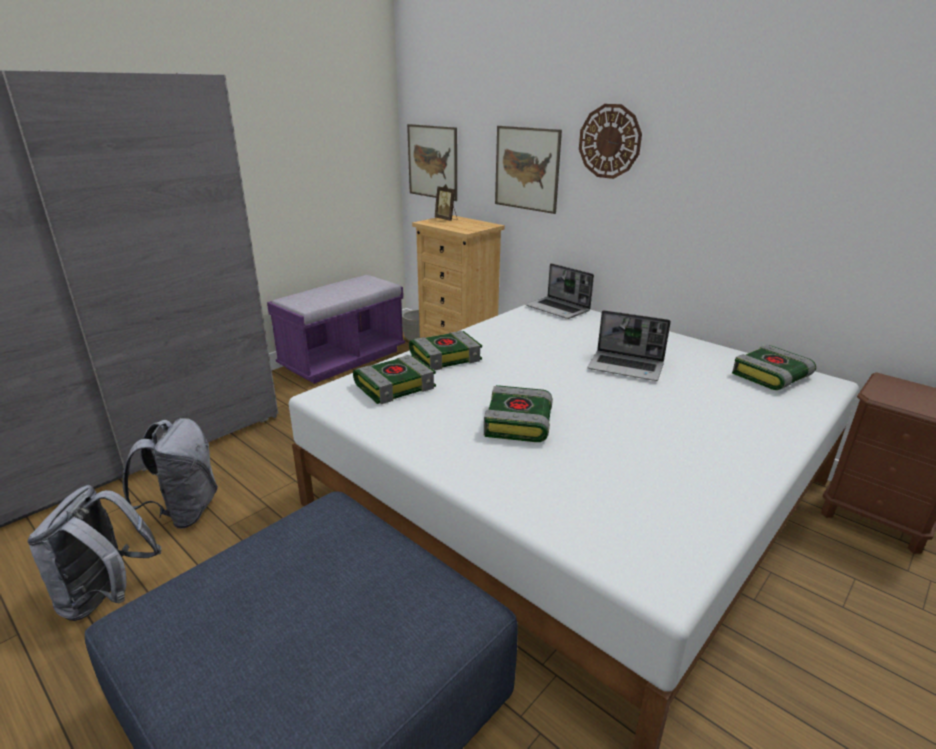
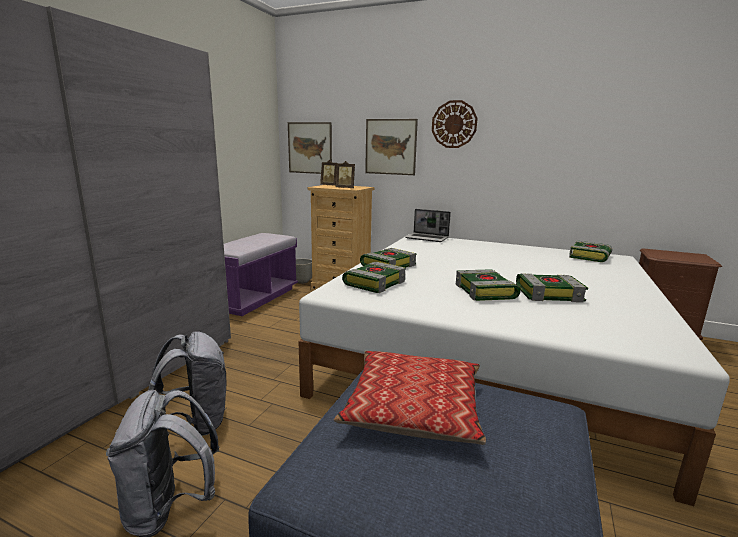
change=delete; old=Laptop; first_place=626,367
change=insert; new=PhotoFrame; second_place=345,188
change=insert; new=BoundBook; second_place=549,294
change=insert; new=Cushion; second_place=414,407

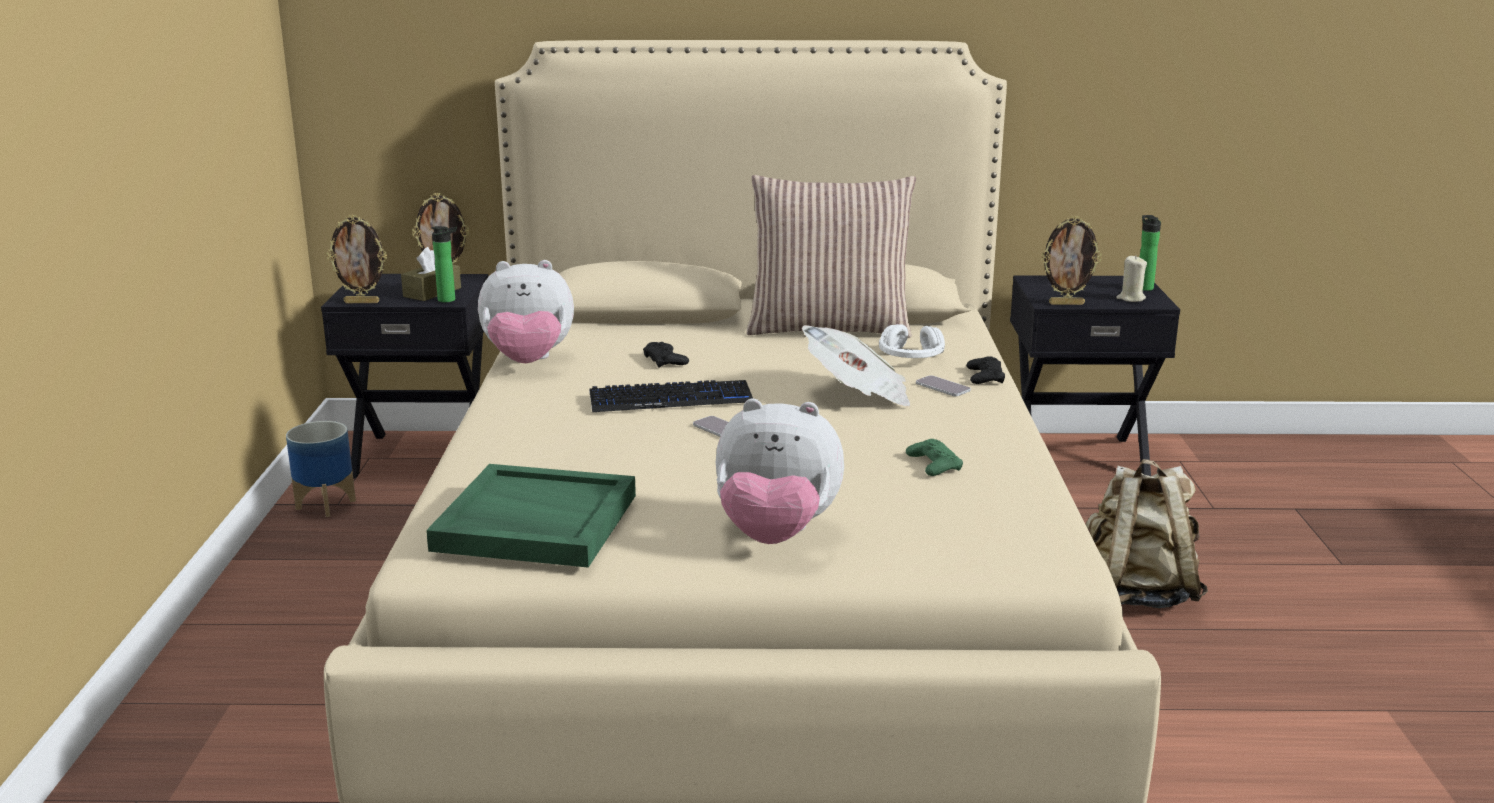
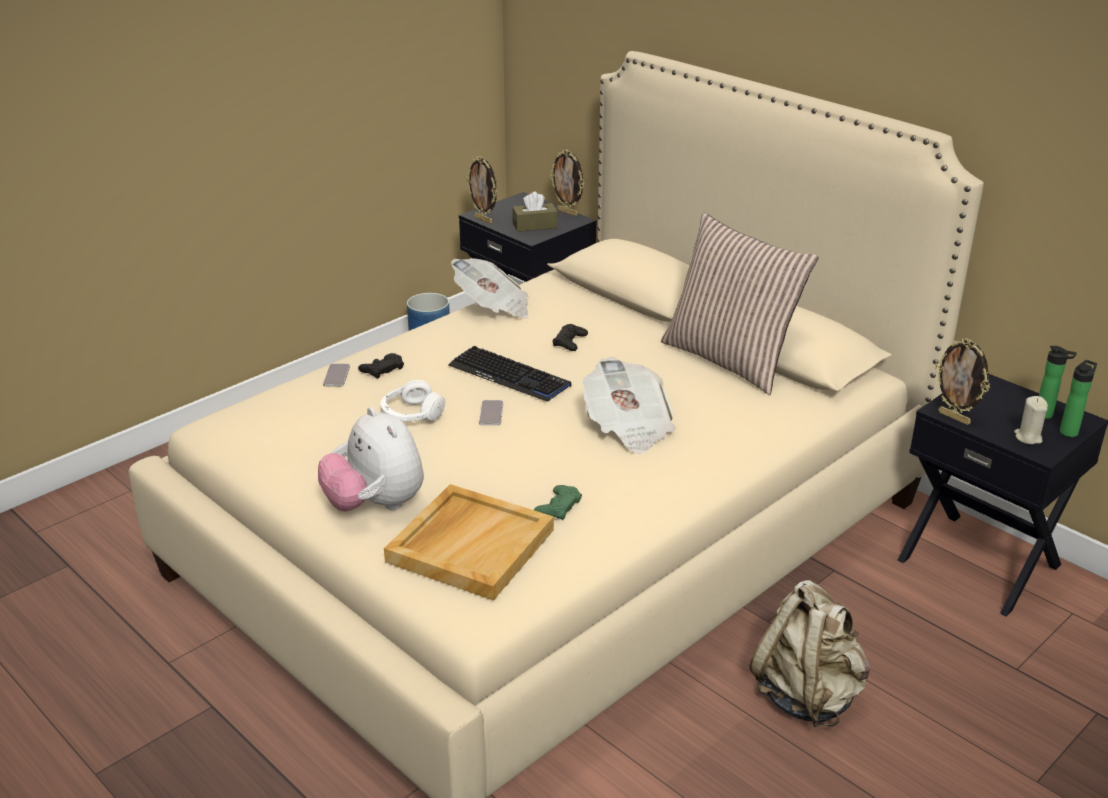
change=move; old=Bottle; first_place=449,300; second_place=1046,415
change=replace; old=CuddlyToy; new=Newspaper; first_place=528,362; second_place=493,308
change=move; old=WhiteHeadset; first_place=910,358; second_place=411,414
change=move; old=BlackishGameController; first_place=985,376; second_place=382,369
change=move; old=Telephone; first_place=942,387; second_place=336,376
change=delete; old=GreenishCarryingTray; first_place=534,523
change=insert; new=BeigeCarryingTray; second_place=470,545

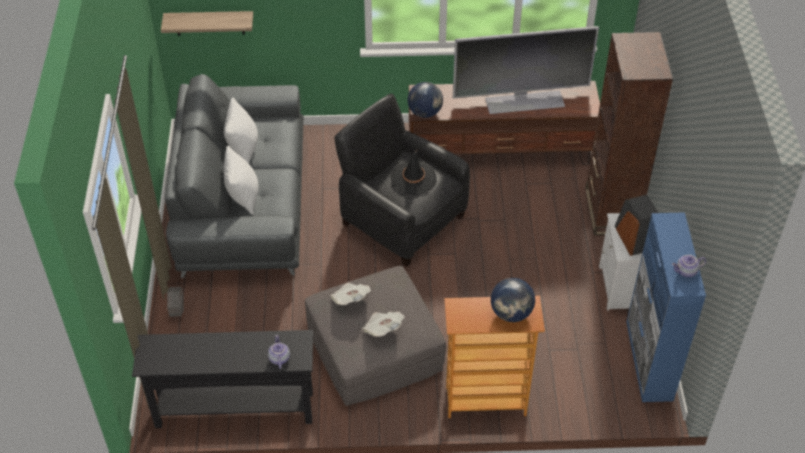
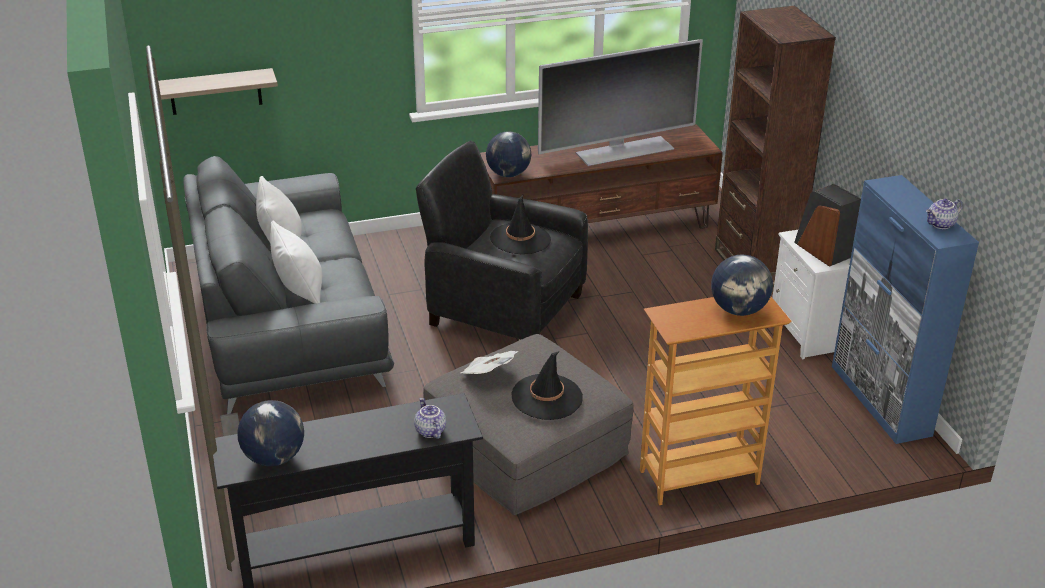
change=replace; old=Newspaper; new=BlackishClothingHat; first_place=383,329; second_place=547,397
change=insert; new=Globe; second_place=274,457

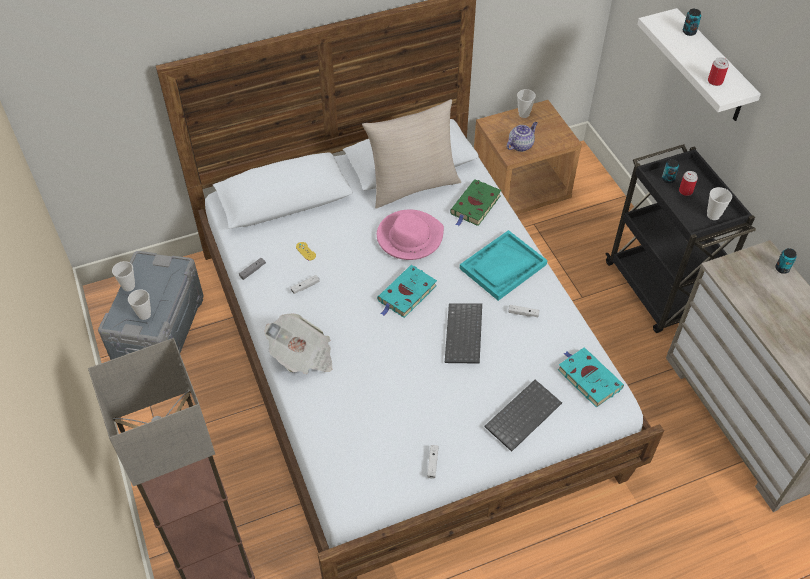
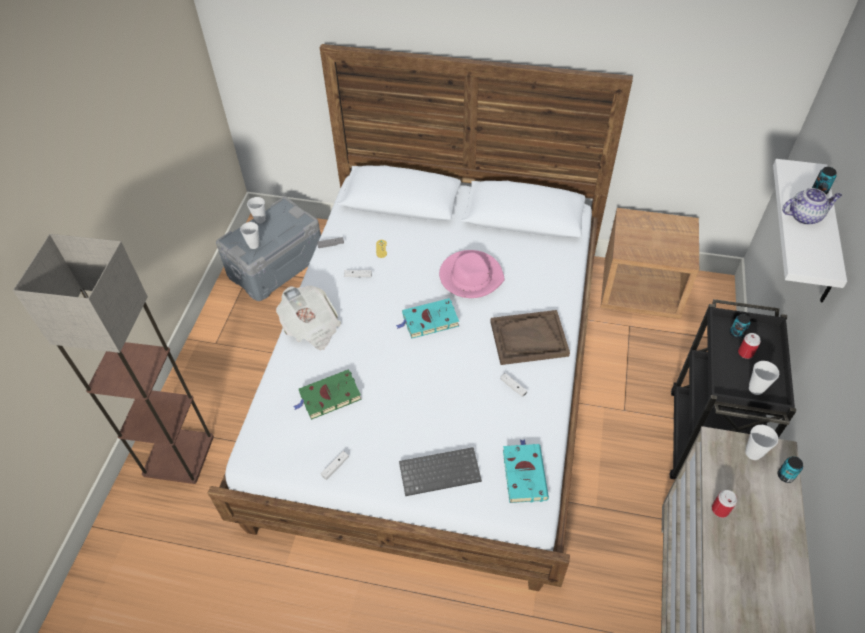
change=move; old=Can; first_place=715,81; second_place=720,509
change=move; old=SmallCup; first_place=524,114; second_place=753,453
change=delete; old=BeigeCushion; first_place=413,186
change=move; old=PotForTea; first_place=520,145; second_place=805,216
change=move; old=GreenishBoundBook; first_place=475,206; second_place=328,397
change=recolor; old=BlueGreenCarryingTray; new=BrownishCarryingTray; first_place=503,267; second_place=528,339
change=delete; old=ComputerKeyboard; first_place=465,335

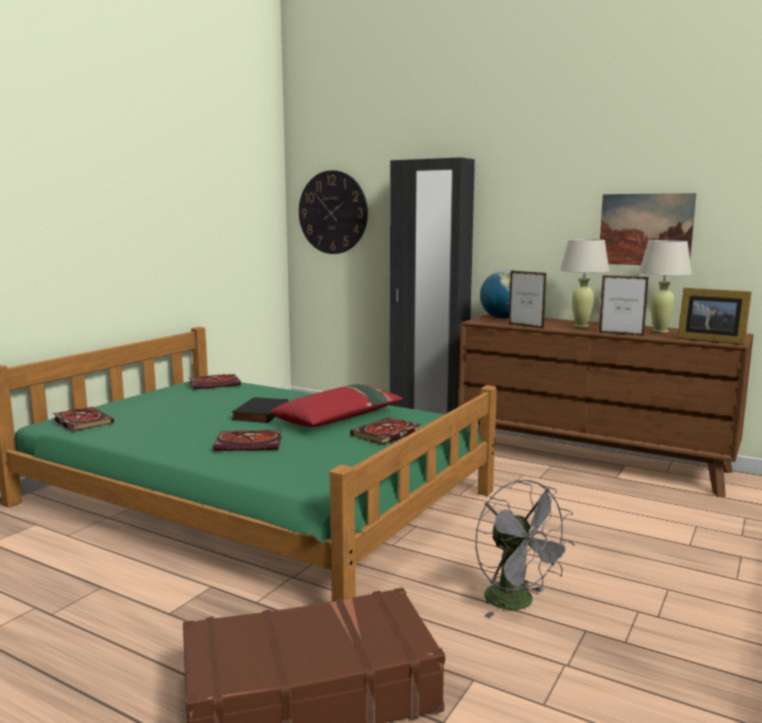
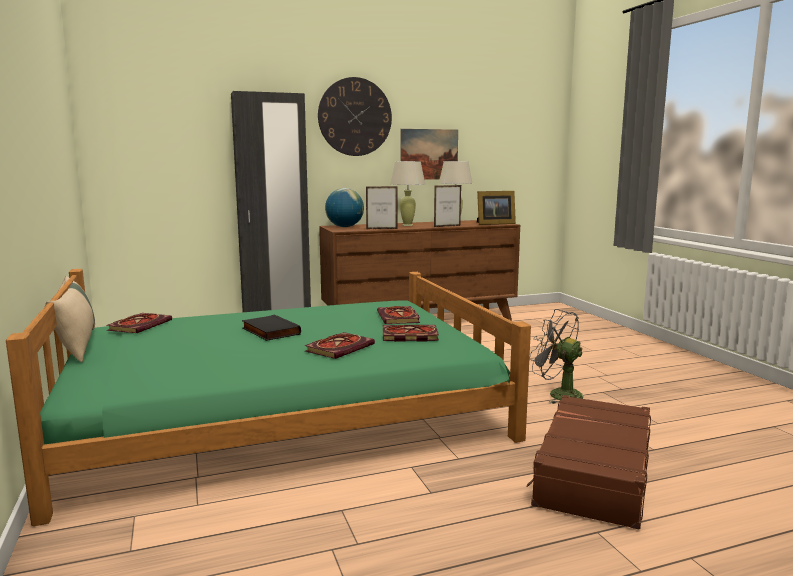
change=move; old=WallClock; first_place=333,212; second_place=355,117
change=delete; old=RedColouredCushion; first_place=339,418
change=move; old=BoundBook; first_place=81,421; second_place=408,336
change=rotate; old=GrayFan; first_place=517,603; second_place=558,394; degrees=-150
change=insert; new=BeigeCushion; second_place=76,345

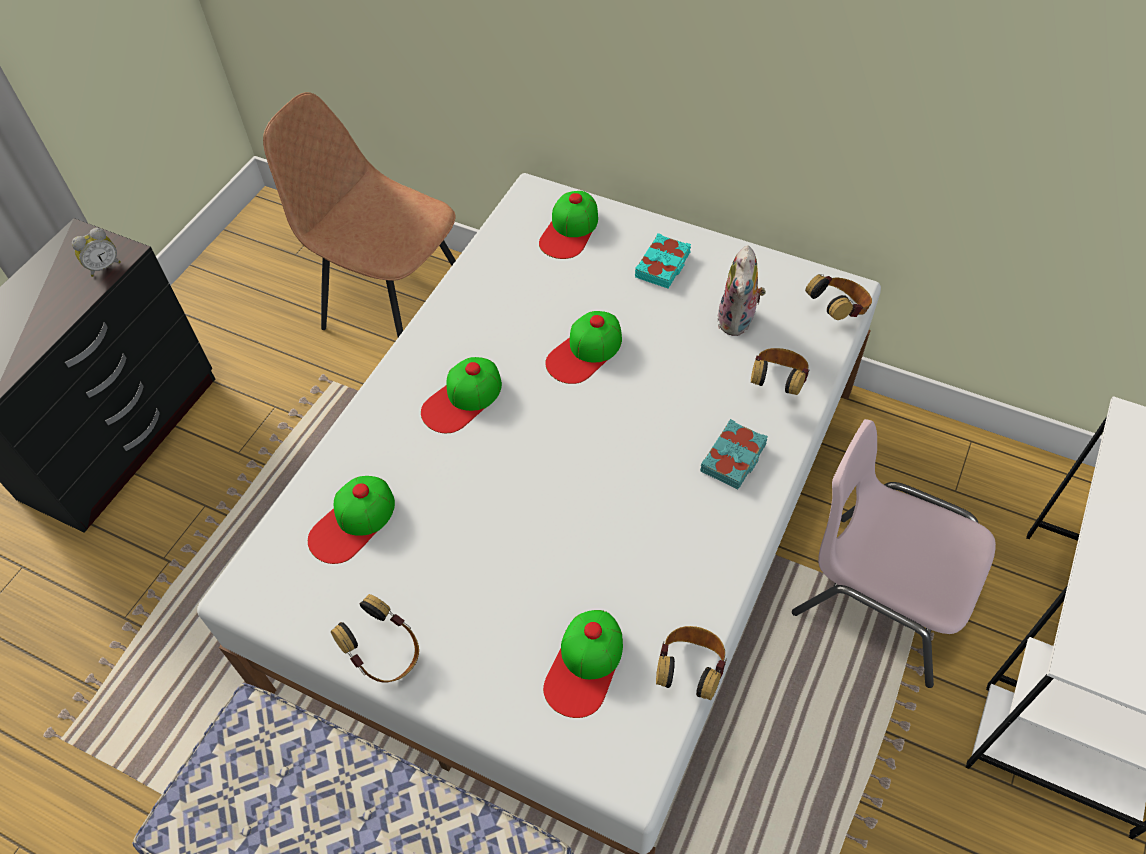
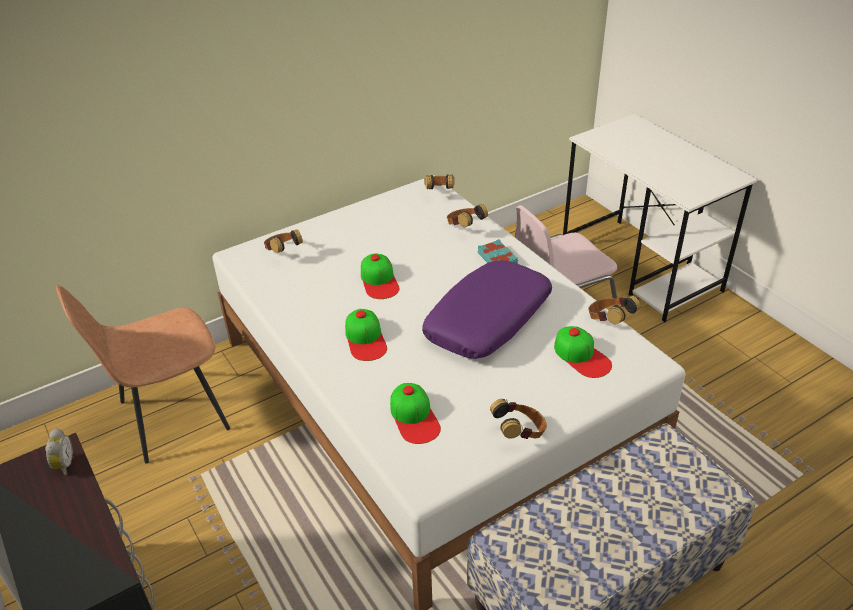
change=replace; old=PeakedCap; new=Headset; first_place=570,230; second_place=283,252
change=delete; old=BlueGreenBoundBook; first_place=663,265
change=delete; old=CuddlyToy; first_place=738,321
change=insert; new=PurplishCushion; second_place=488,321

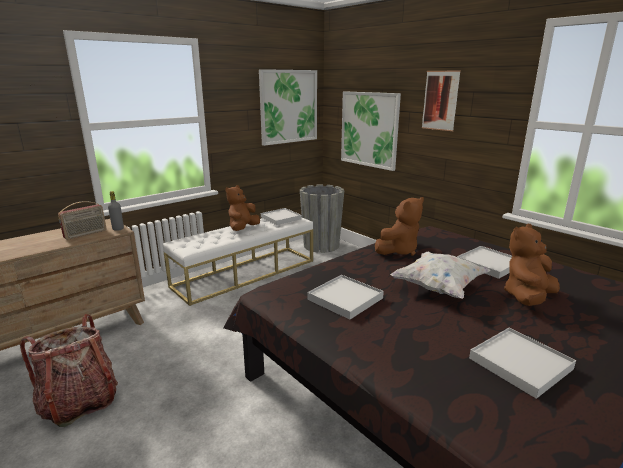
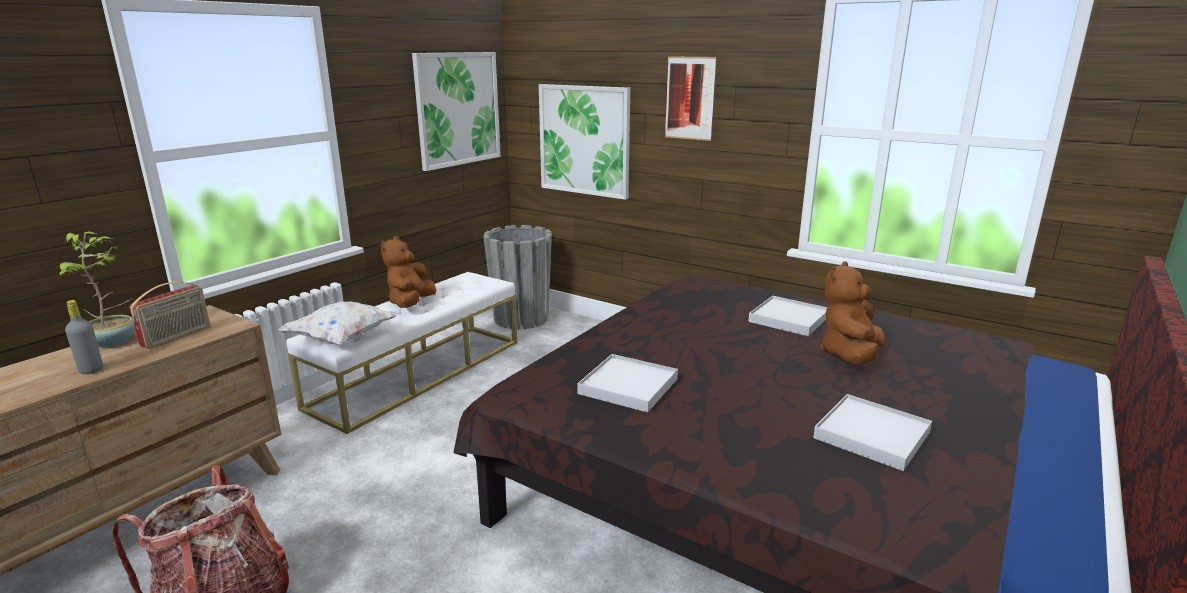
change=move; old=GrayBottle; first_place=118,229; second_place=91,370
change=delete; old=BrownishCuddlyToy; first_place=398,250
change=delete; old=WhiteCarryingTray; first_place=281,218
change=move; old=WhiteCushion; first_place=439,288; second_place=342,339
change=insert; new=PottedPlant; second_place=114,342

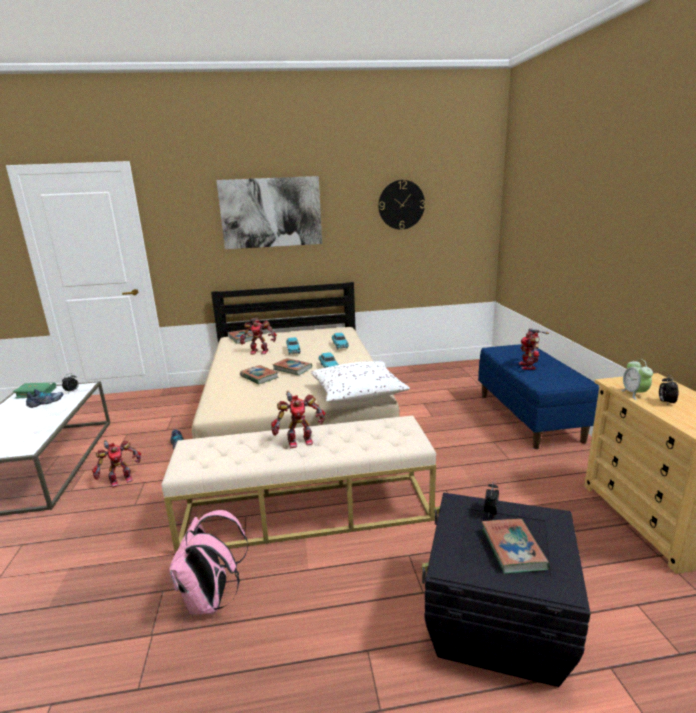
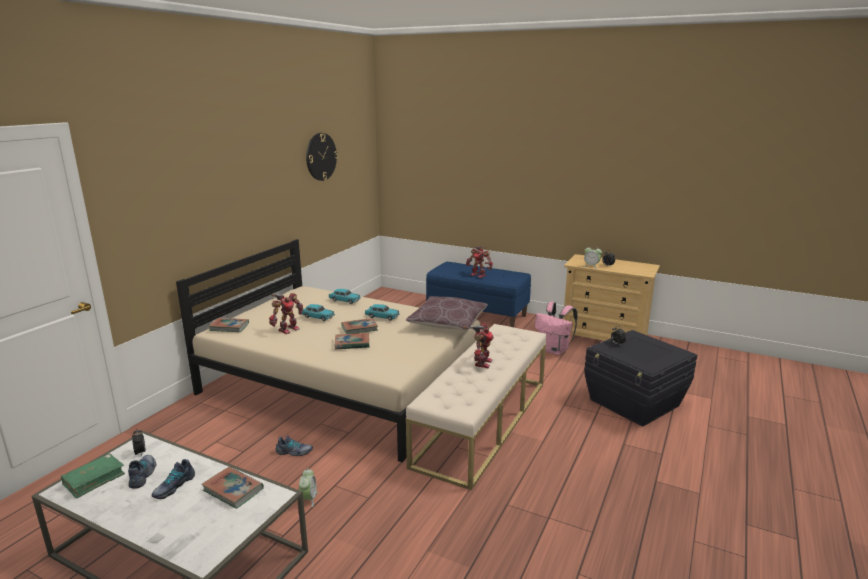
change=delete; old=WallArt; first_place=271,213
change=recolor; old=WhiteCushion; new=BrownishCushion; first_place=358,393; second_place=448,323
change=replace; old=RobotFigure; new=TableClock; first_place=120,480; second_place=308,499
change=move; old=PinkishBackpack; first_place=211,600; second_place=554,350
change=move; old=BoundBook; first_place=513,549; second_place=233,490
change=insert; new=ItemOfFootwear; second_place=173,486

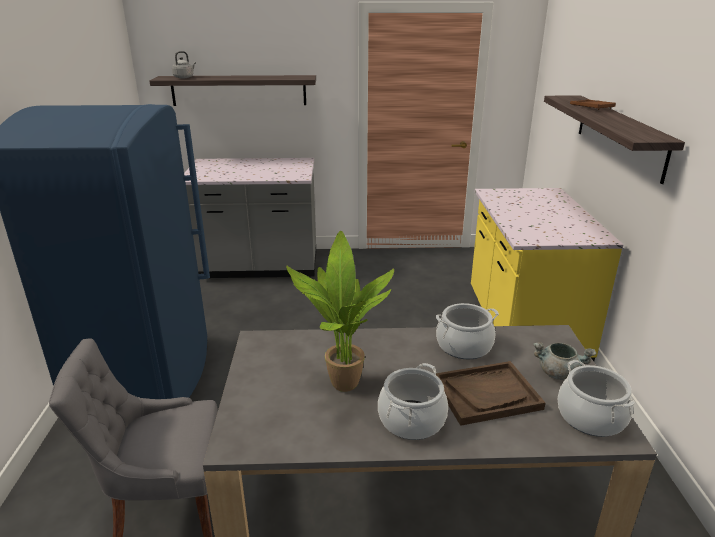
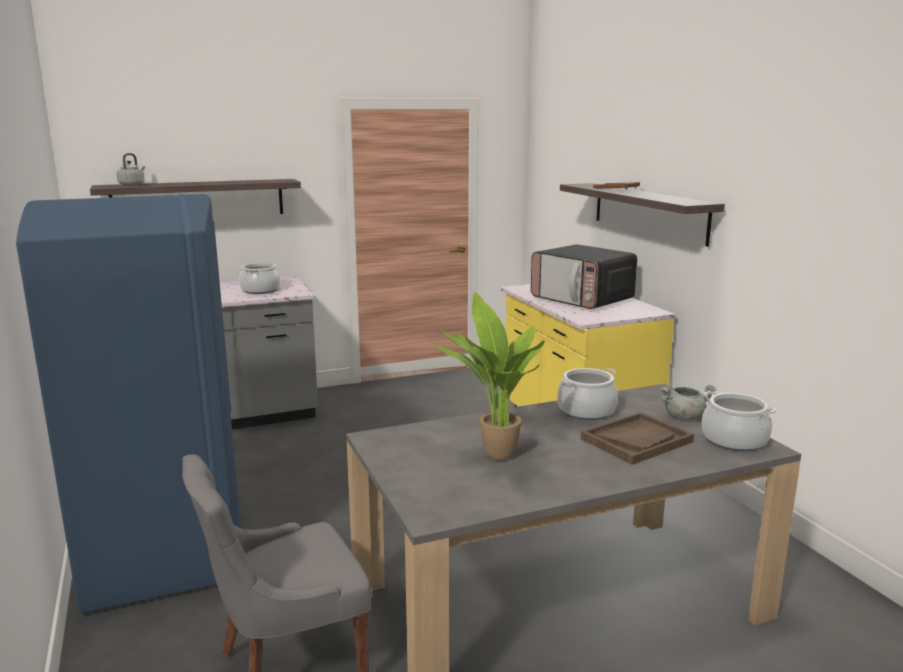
change=move; old=Stockpot; first_place=411,420; second_place=260,290
change=insert; new=Microwave; second_place=582,299

